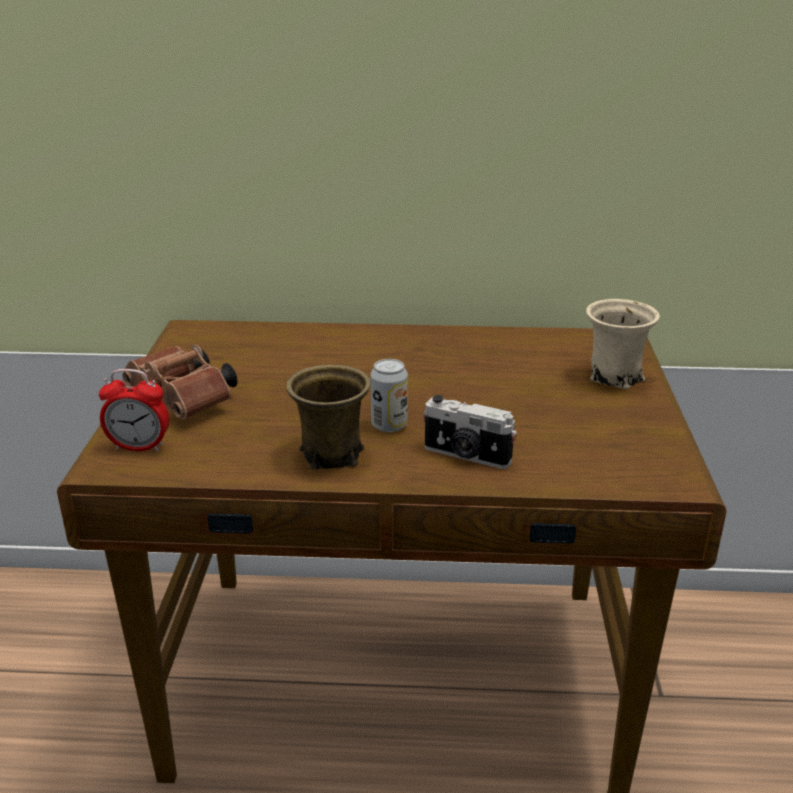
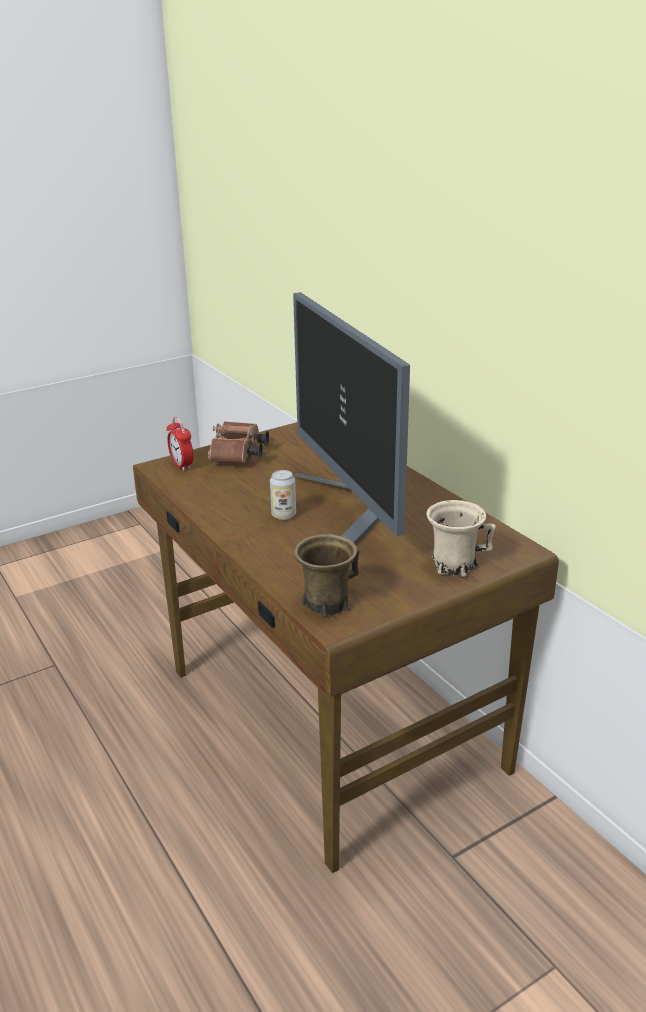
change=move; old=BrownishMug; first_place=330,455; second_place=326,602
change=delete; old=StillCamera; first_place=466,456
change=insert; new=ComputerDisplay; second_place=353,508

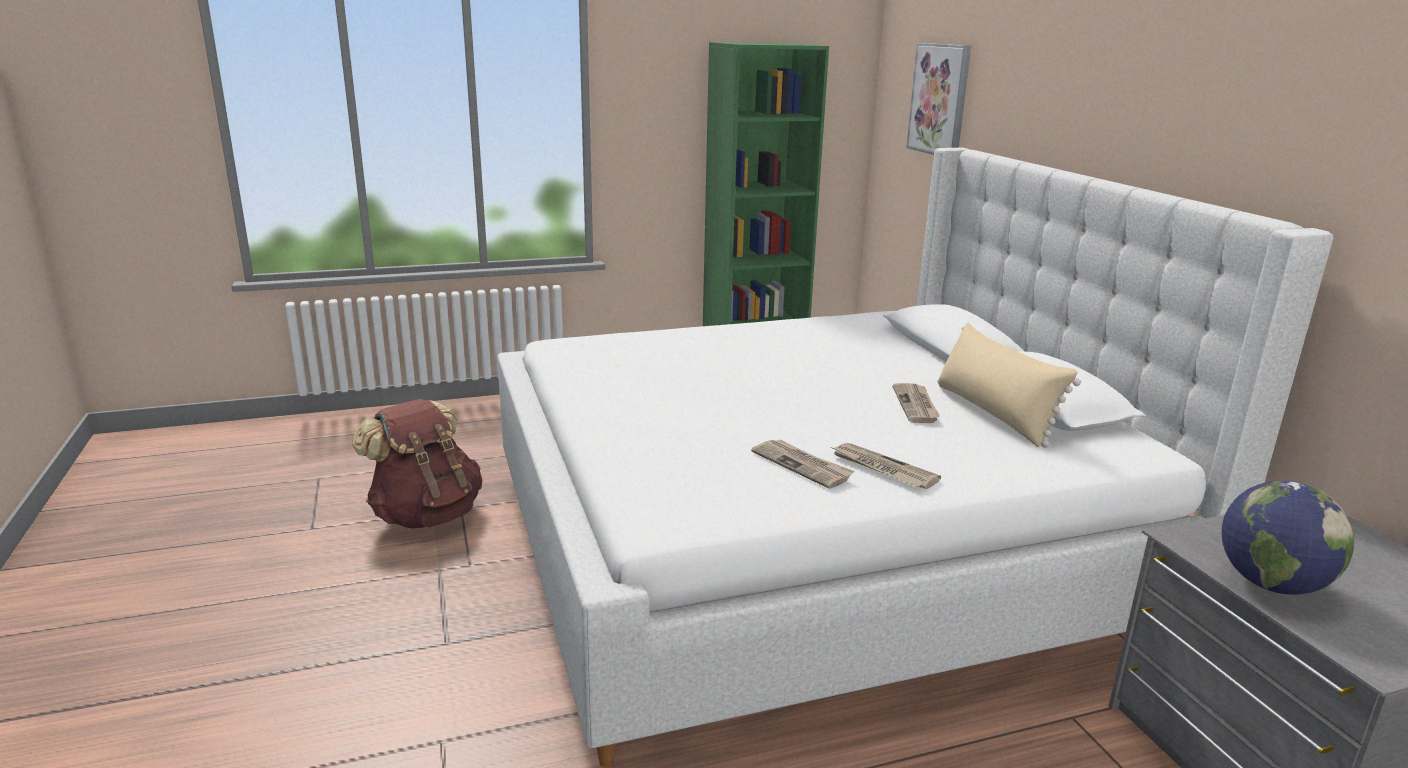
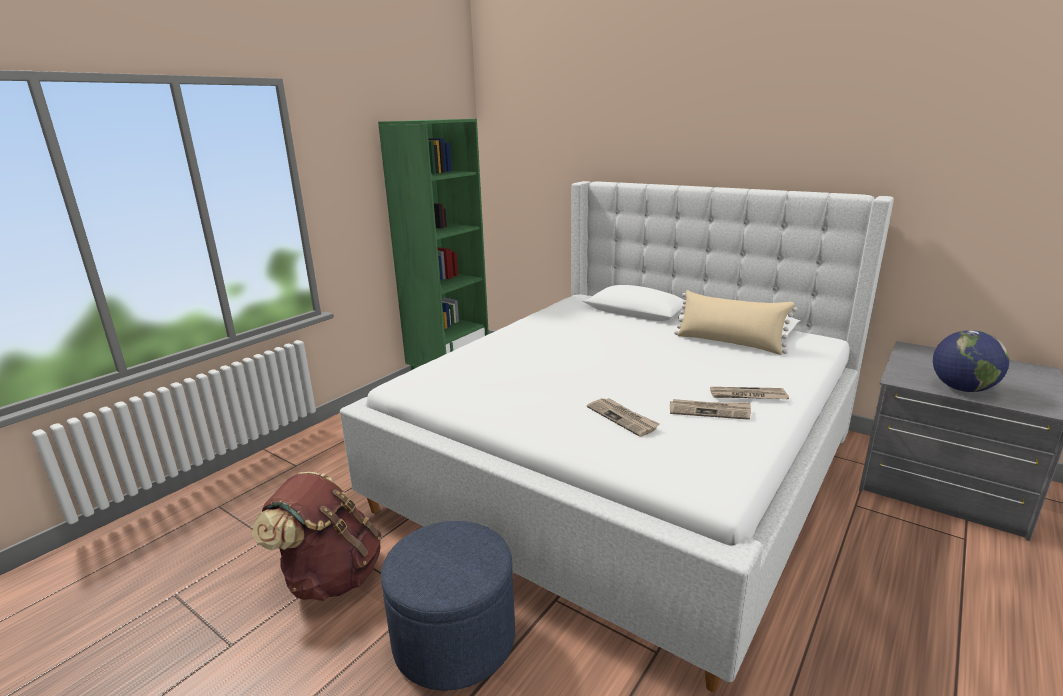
change=delete; old=WallArt; first_place=939,99
change=move; old=Newspaper; first_place=916,405; second_place=623,418
change=insert; new=BlueFootrest; second_place=454,639

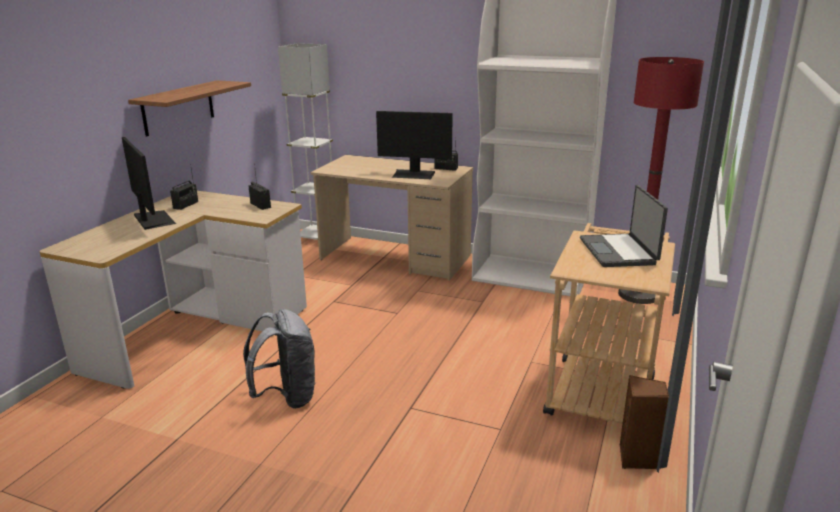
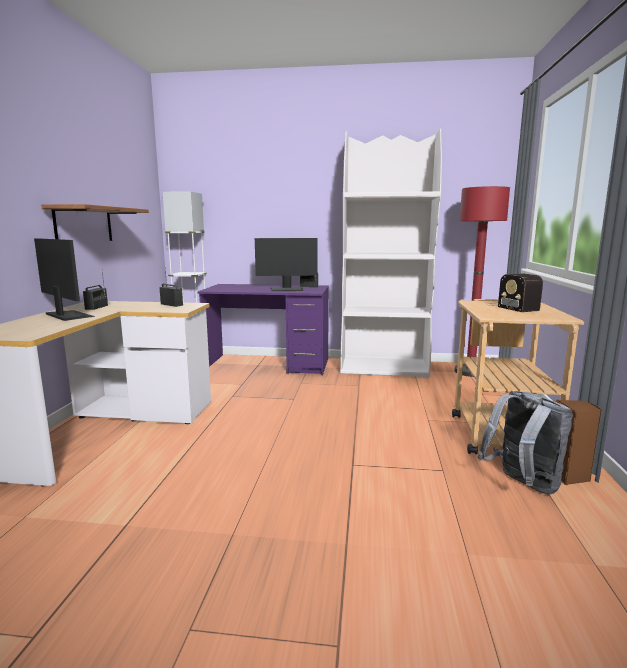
change=recolor; old=BeigeDeskUnit; new=PurplishDeskUnit; first_place=395,258; second_place=268,365
change=replace; old=Laptop; new=RadioSet; first_place=619,252; second_place=511,306
change=move; old=GrayBackpack; first_place=286,397; second_place=522,485

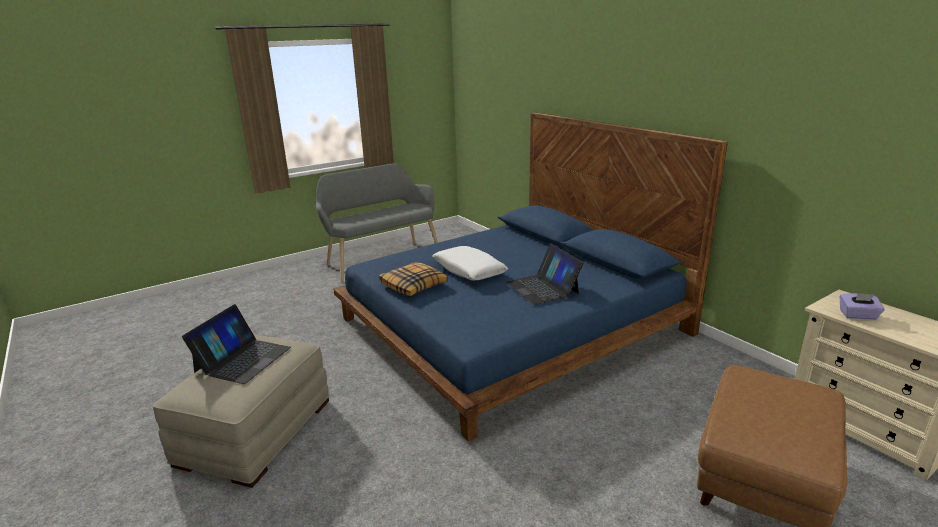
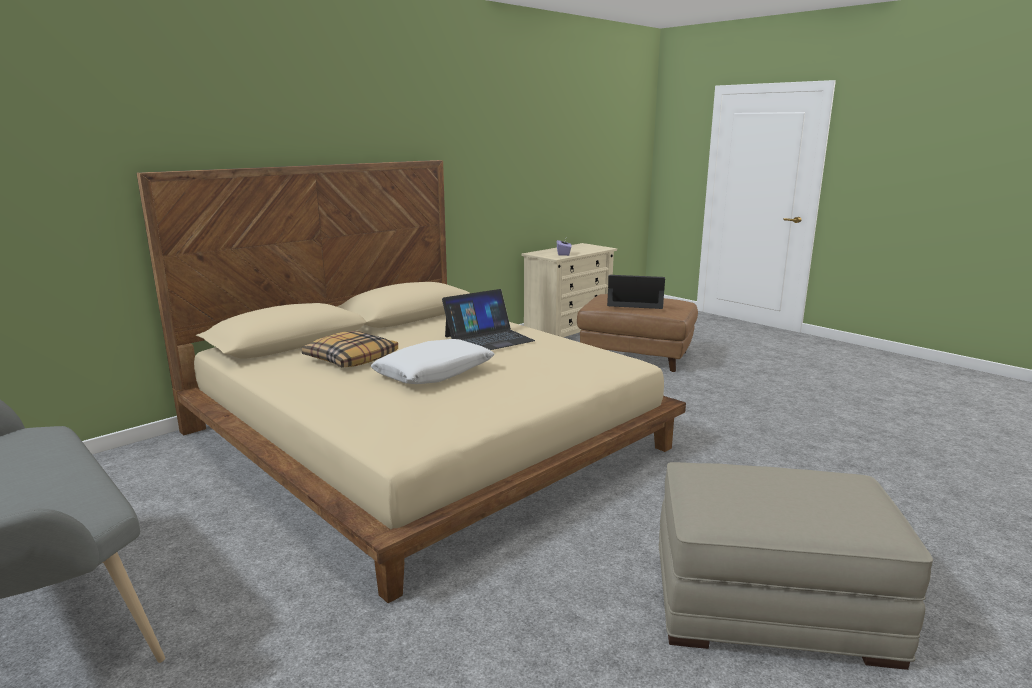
change=recolor; old=BlueBed; new=BeigeBed; first_place=509,325; second_place=424,439
change=move; old=Cushion; first_place=414,285; second_place=351,359
change=move; old=Laptop; first_place=242,359; second_place=635,302

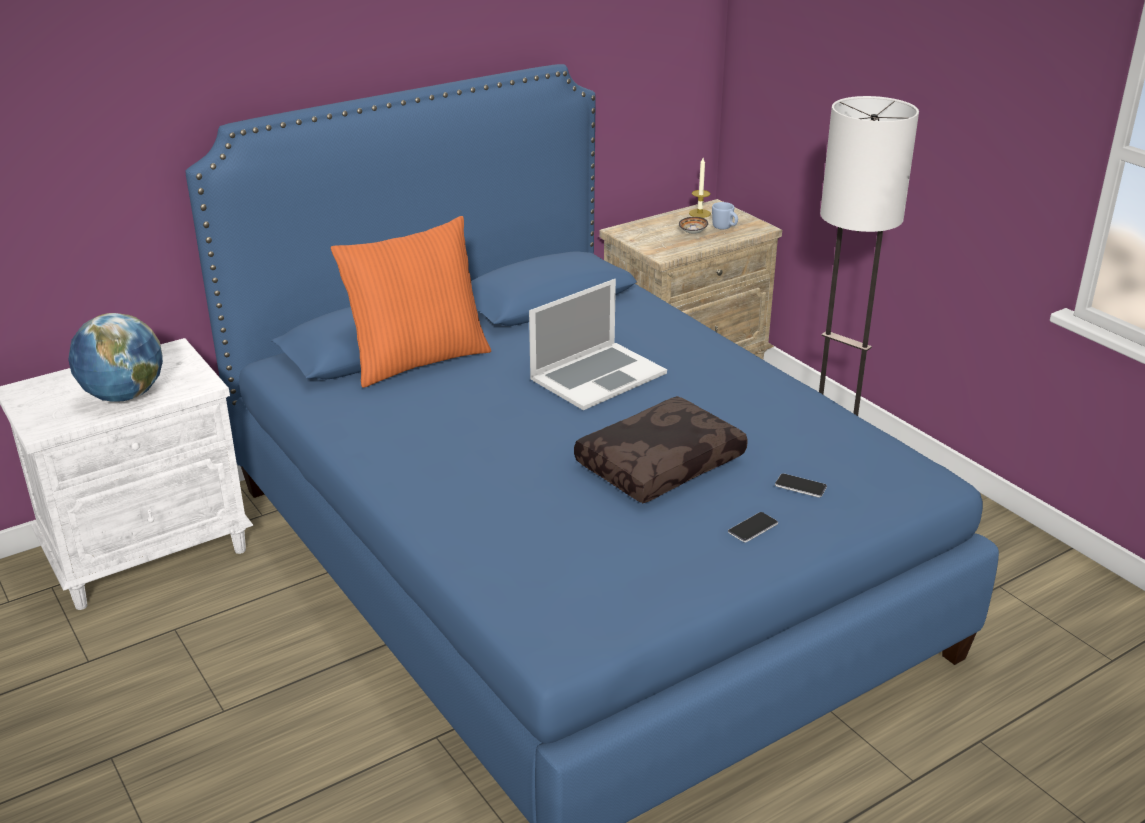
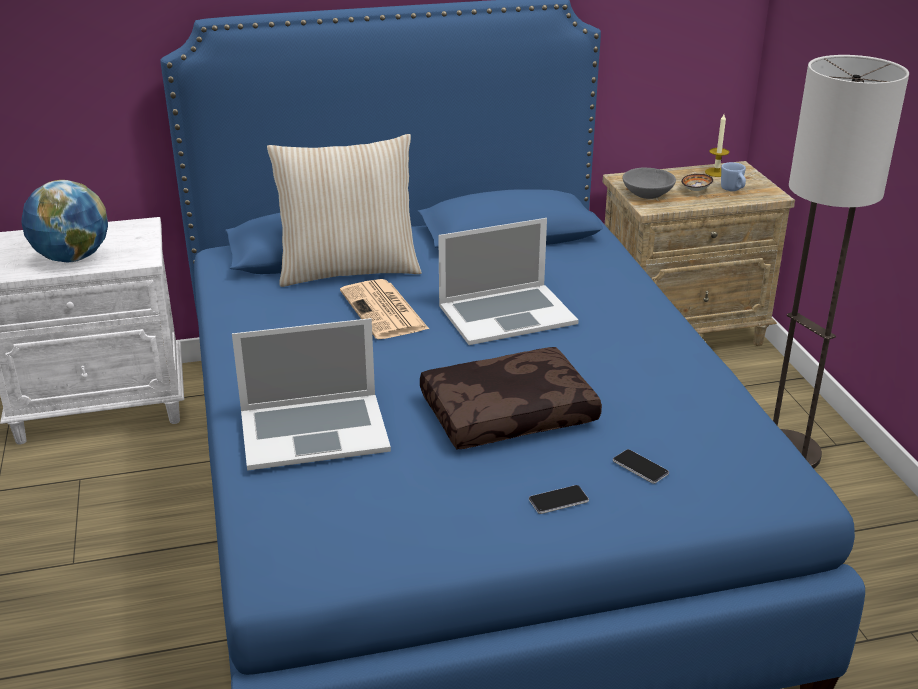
change=recolor; old=OrangeyCushion; new=BeigeCushion; first_place=417,360; second_place=348,270
change=insert; new=GrayDeepDish; second_place=648,195
change=insert; new=Newspaper; second_place=385,311
change=insert; new=Laptop; second_place=314,430

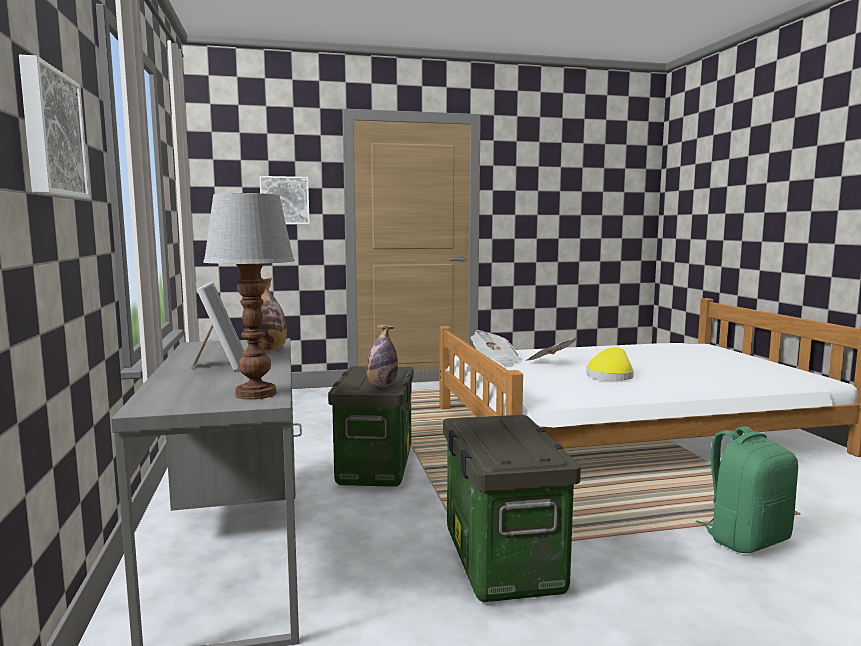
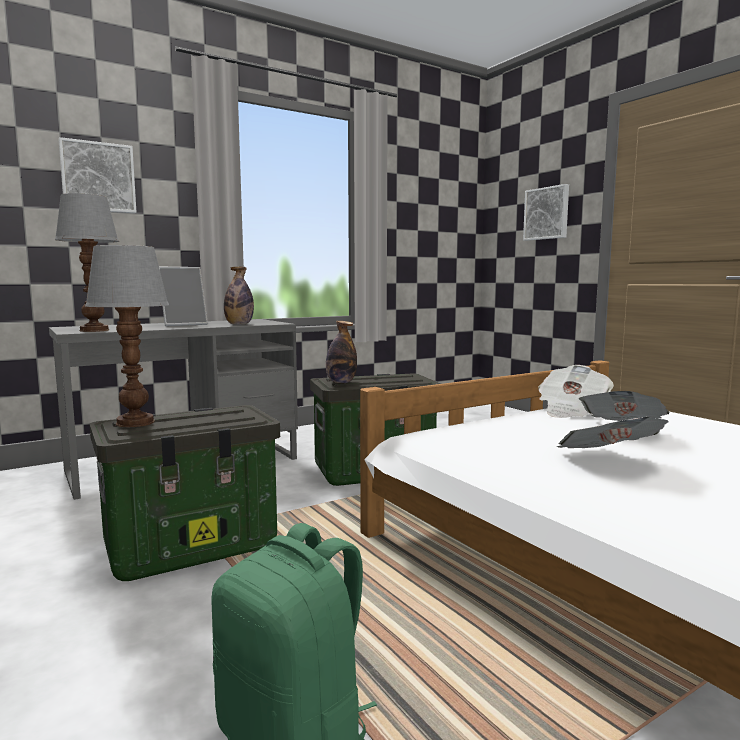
change=replace; old=YellowColouredClothingHat; new=Newspaper; first_place=610,376; second_place=607,461
change=insert; new=TableLamp; second_place=136,422

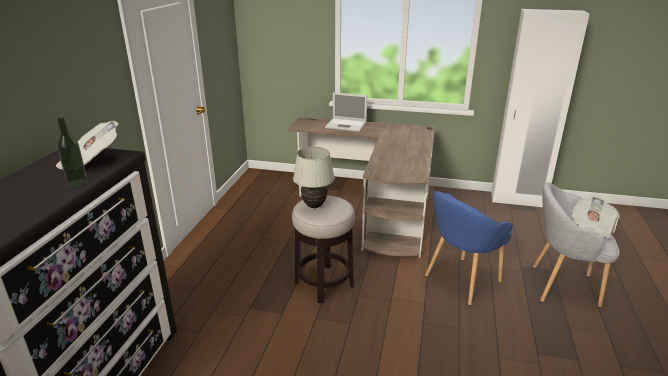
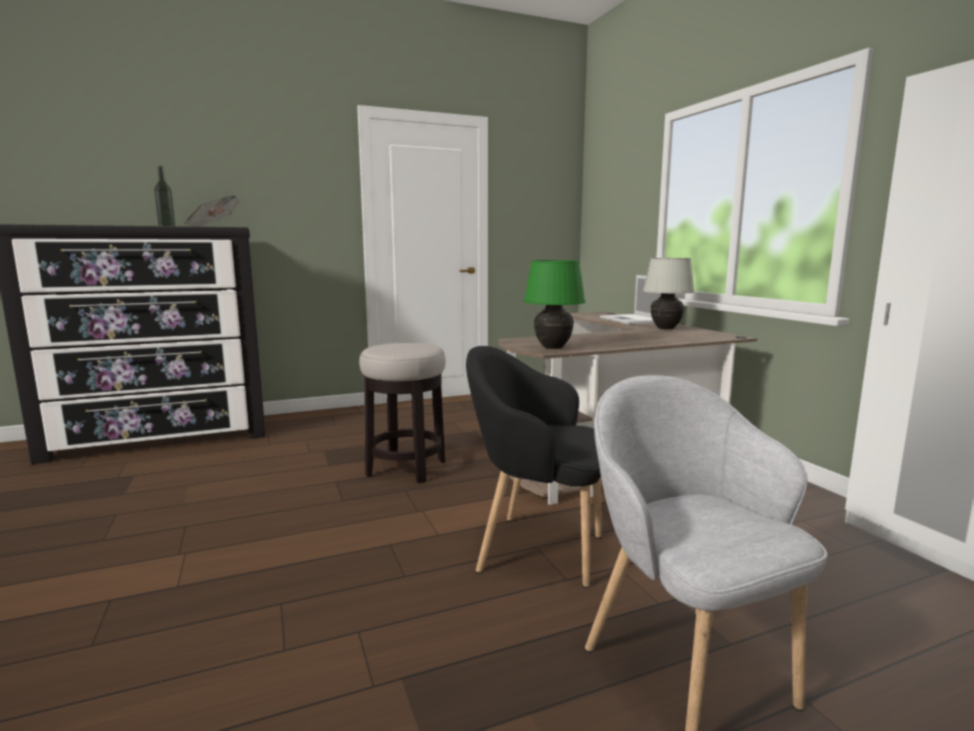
change=move; old=WhiteTableLamp; first_place=314,206; second_place=665,329
change=recolor; old=BlueEasyChair; new=BlackishEasyChair; first_place=462,280; second_place=536,550
change=delete; old=Newspaper; first_place=591,229
change=insert; new=GreenishTableLamp; second_place=553,348

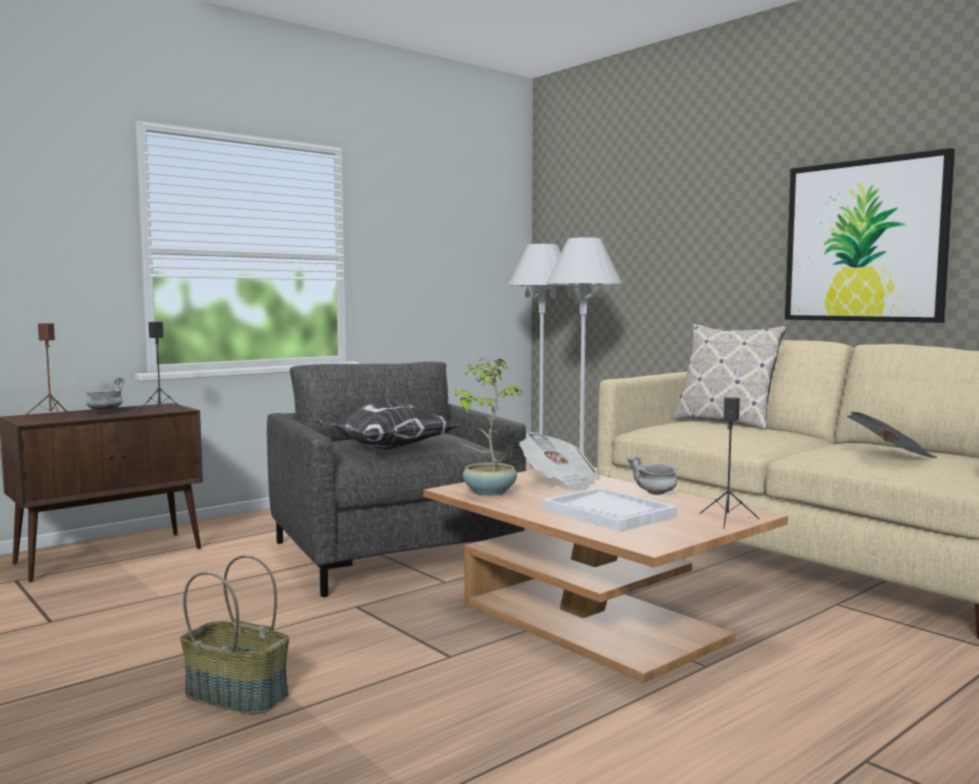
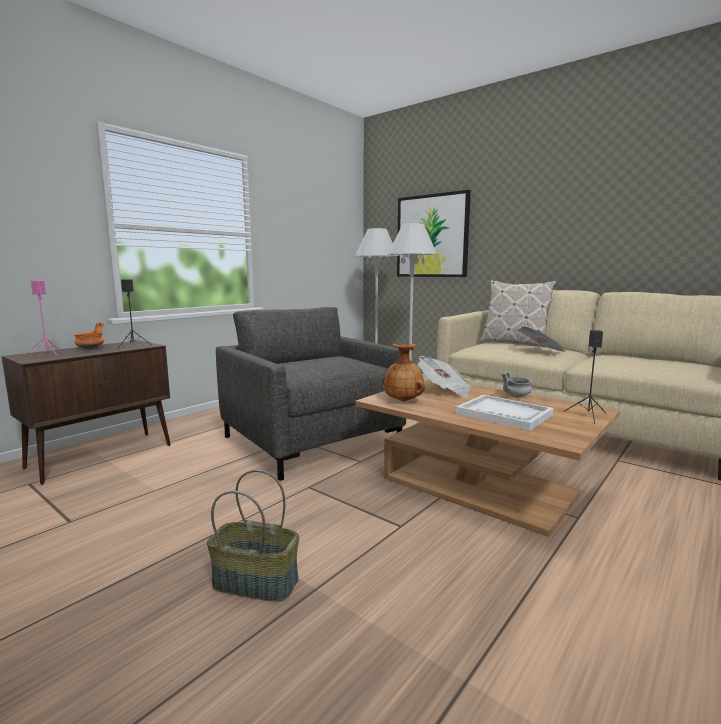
change=move; old=WallArt; first_place=864,241; second_place=432,236
change=recolor; old=BrownishLoudspeaker; new=PinkishLoudspeaker; first_place=51,416; second_place=47,354
change=replace; old=PottedPlant; new=BrownishFlowerVase; first_place=488,492; second_place=403,400
change=recolor; old=GrayDeepDish; new=OrangeyDeepDish; first_place=105,411; second_place=90,349
change=delete; old=Cushion; first_place=385,449
change=move; old=Newspaper; first_place=891,457; second_place=541,352

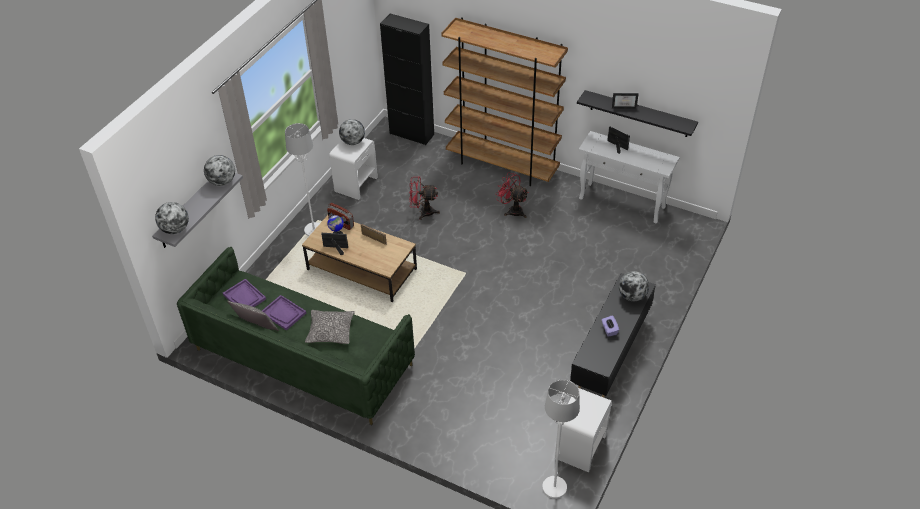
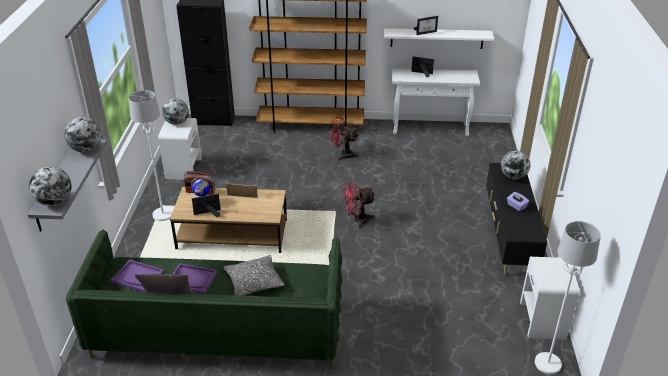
change=recolor; old=BlackishWallShelf; new=WhiteWallShelf; first_place=639,114; second_place=437,38
change=move; old=RedColouredFan; first_place=423,212; second_place=357,220

